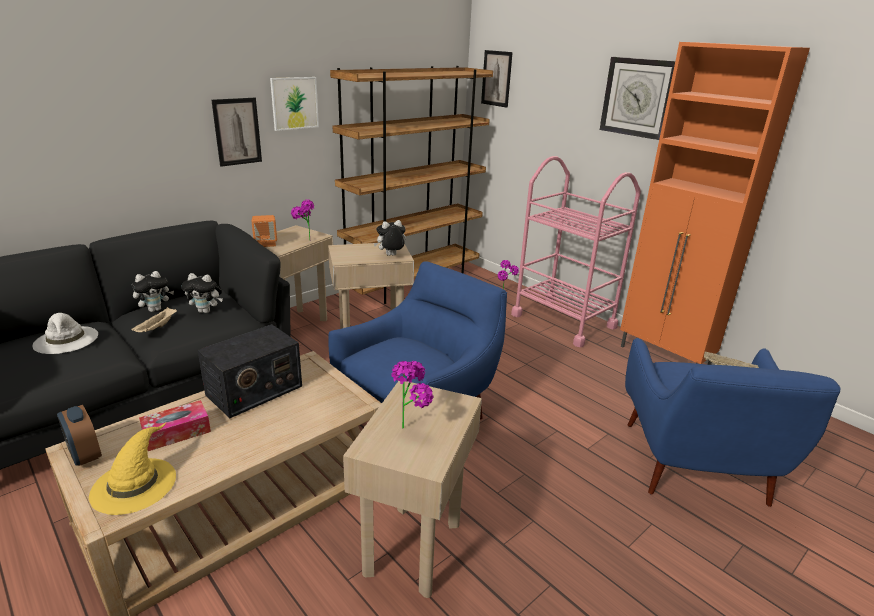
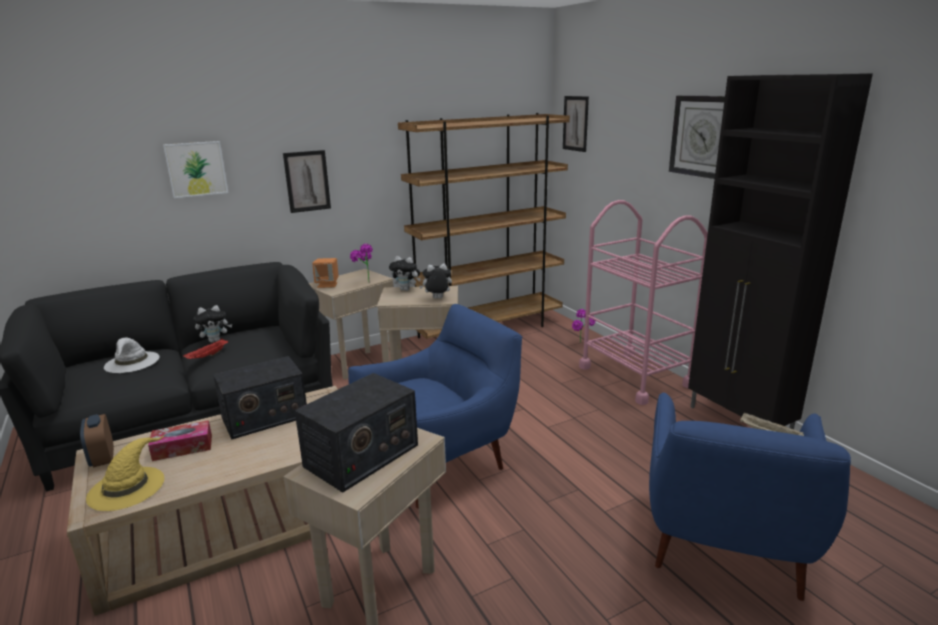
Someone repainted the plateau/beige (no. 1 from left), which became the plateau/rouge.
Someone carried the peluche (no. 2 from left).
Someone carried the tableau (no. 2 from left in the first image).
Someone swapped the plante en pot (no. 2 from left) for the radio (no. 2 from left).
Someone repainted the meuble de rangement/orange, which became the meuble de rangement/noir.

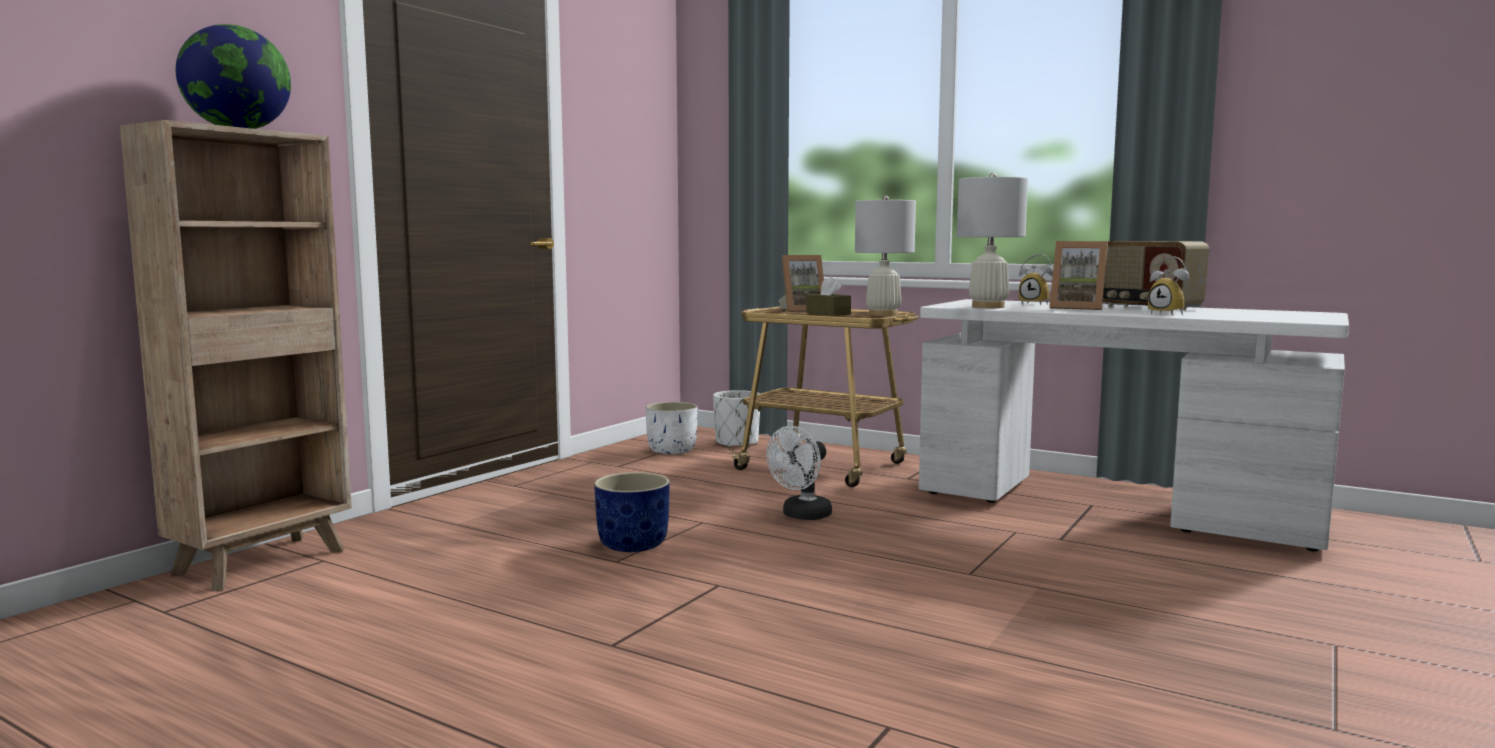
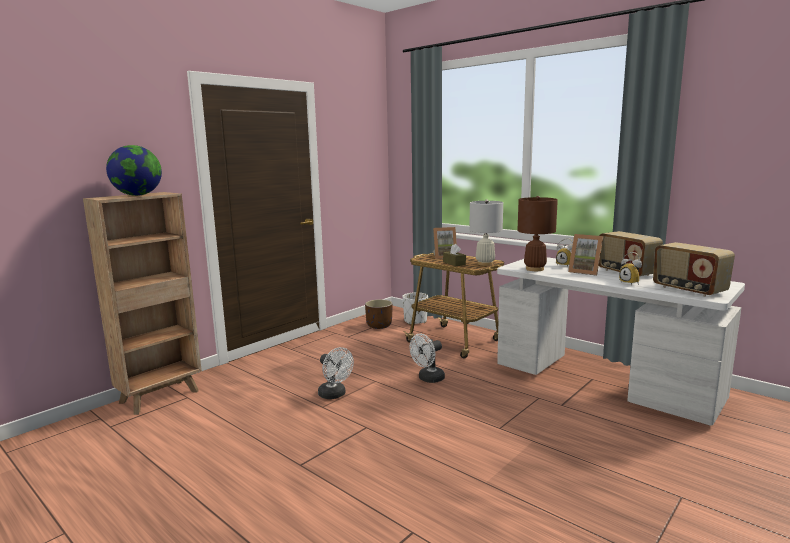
Someone swapped the cache-pot/bleu for the ventilateur/blanc (no. 1 from left).
Someone repainted the cache-pot/blanc (no. 1 from left), which became the cache-pot/marron.
Someone repainted the lampe de table/blanc (no. 2 from left), which became the lampe de table/marron.
Someone put down the radio (no. 2 from left).

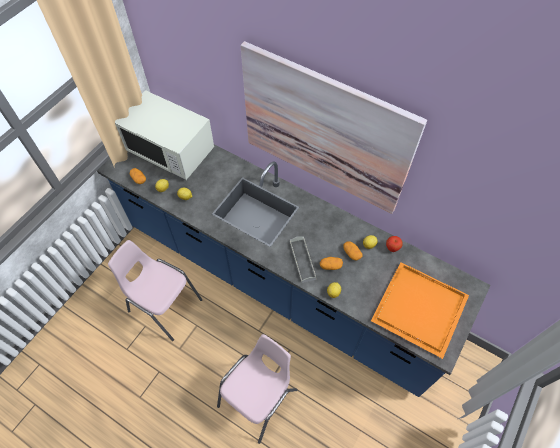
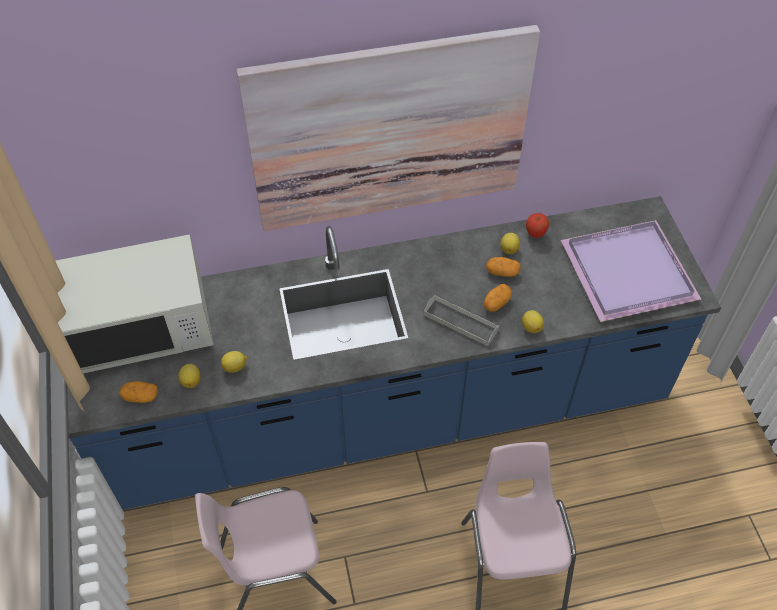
Someone repainted the plateau/orange, which became the plateau/violet.

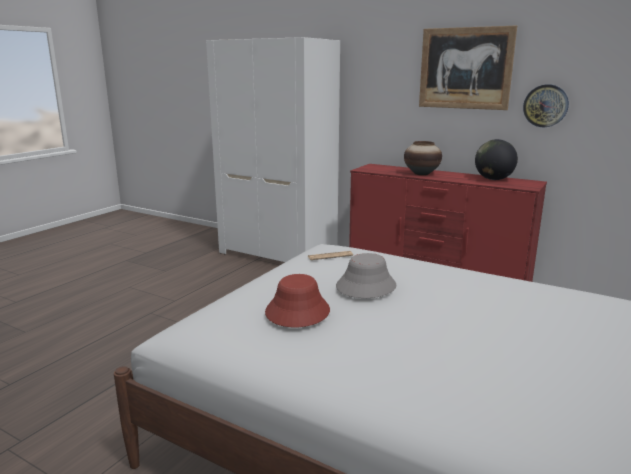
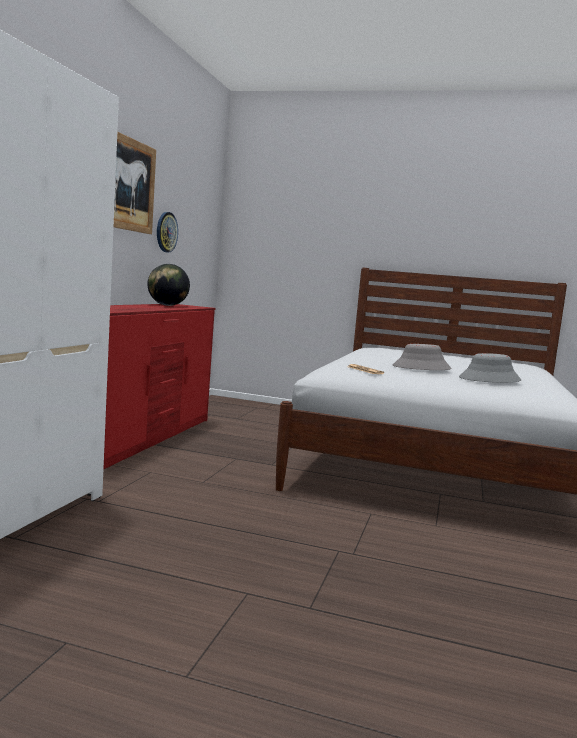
Someone repainted the chapeau/rouge, which became the chapeau/gris (no. 2 from left).
Someone took away the vase.

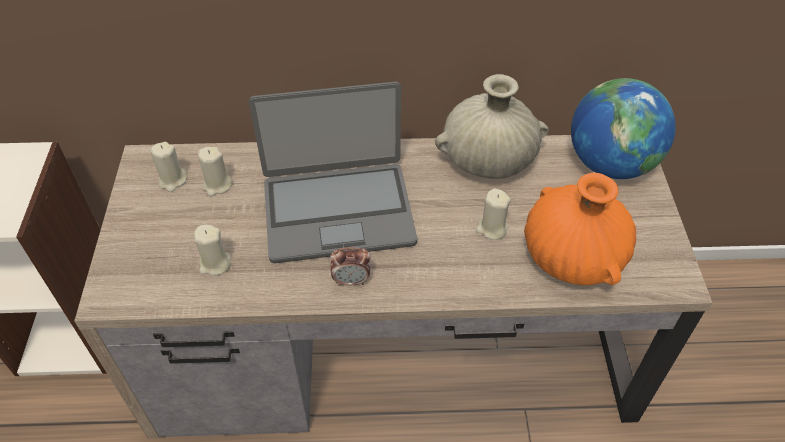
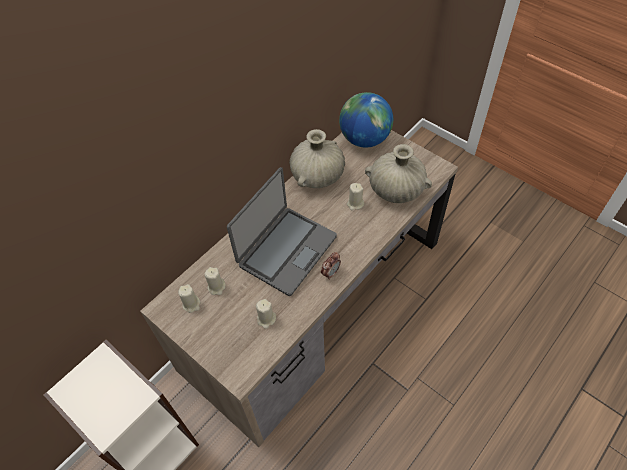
Someone repainted the vase/orange, which became the vase/beige (no. 2 from left).

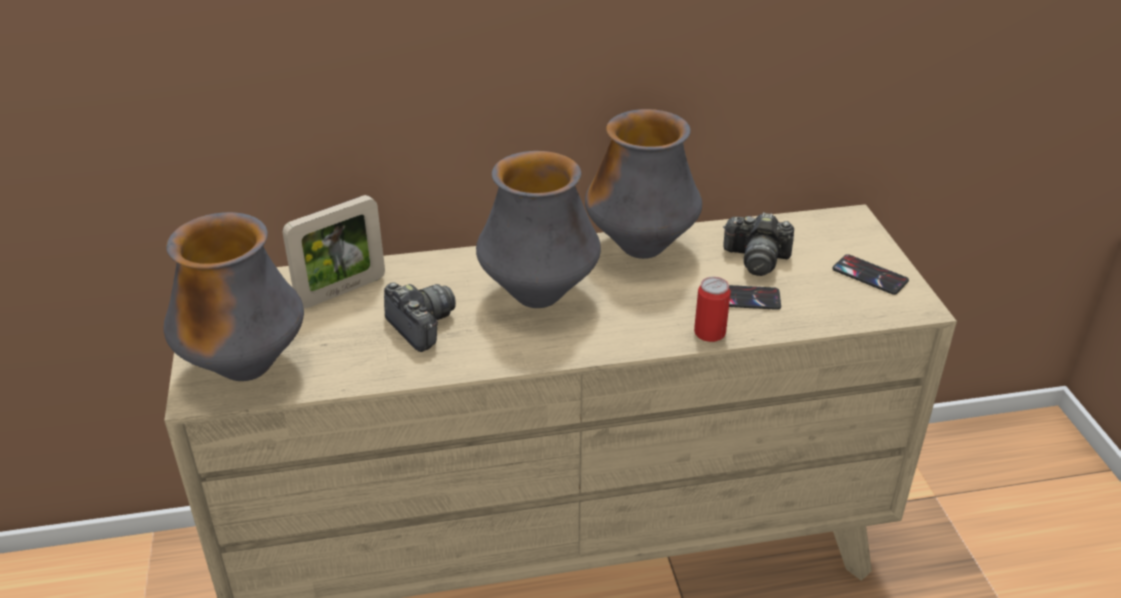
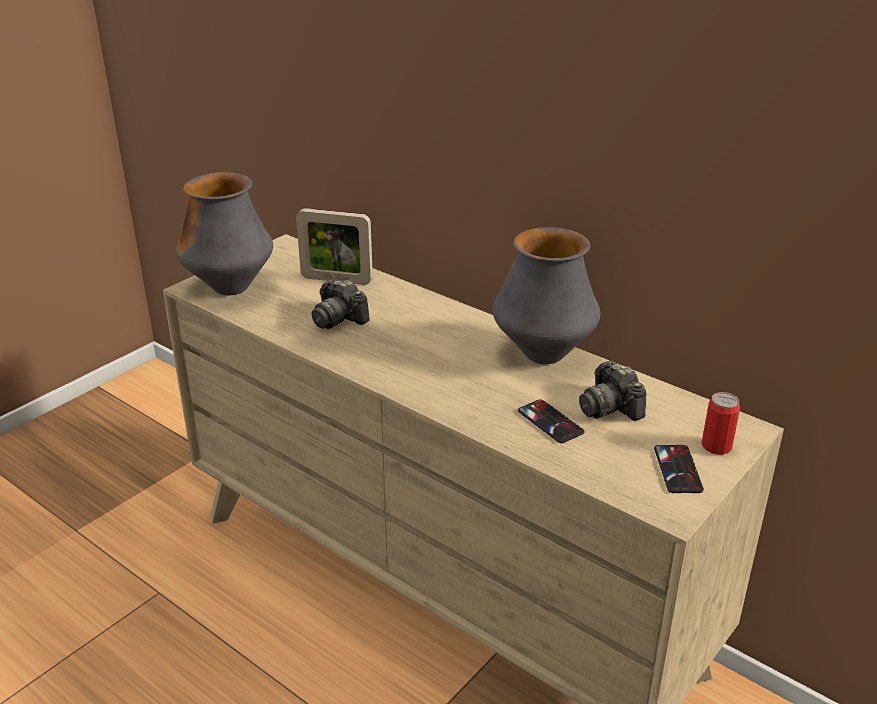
Someone rotated the appareil photo (no. 1 from left) by 120 degrees clockwise.
Someone took away the vase (no. 2 from left).
Someone carried the boîte métallique.

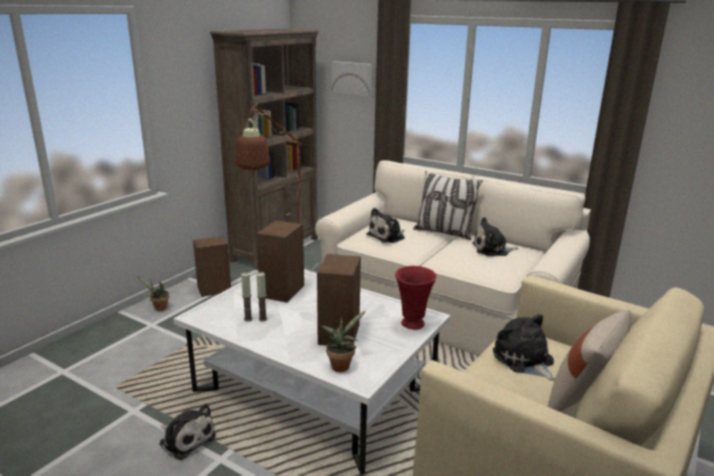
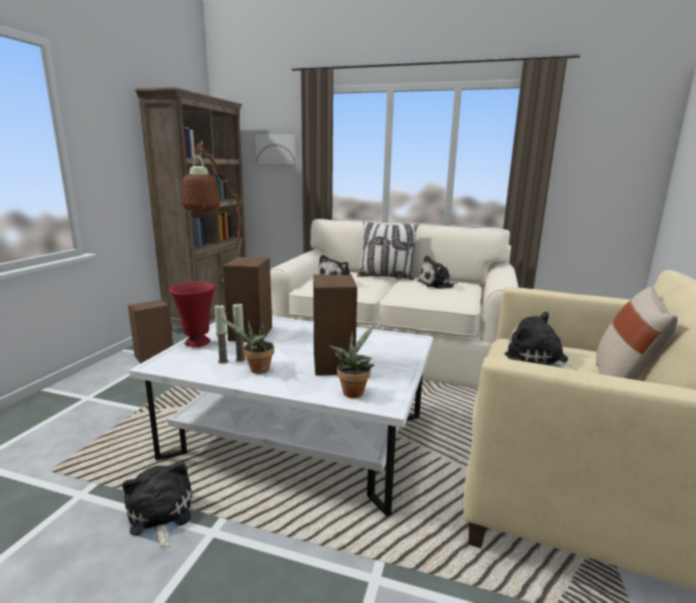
Someone carried the plante en pot (no. 1 from left).
Someone rotated the peluche (no. 1 from left) by 135 degrees counterclockwise.
Someone carried the vase/rouge.

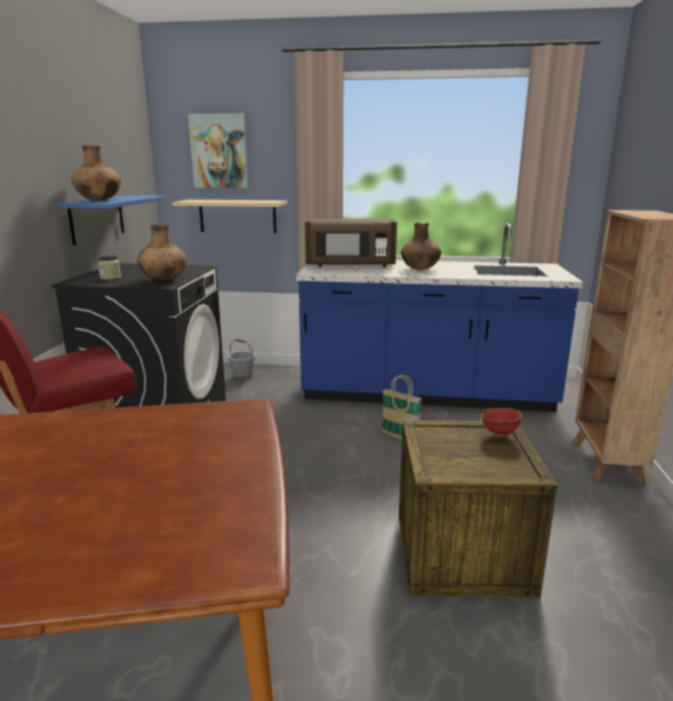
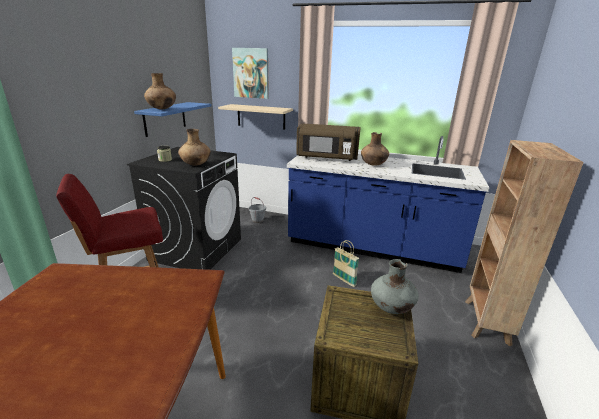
Someone swapped the bol/rouge for the vase/gris.

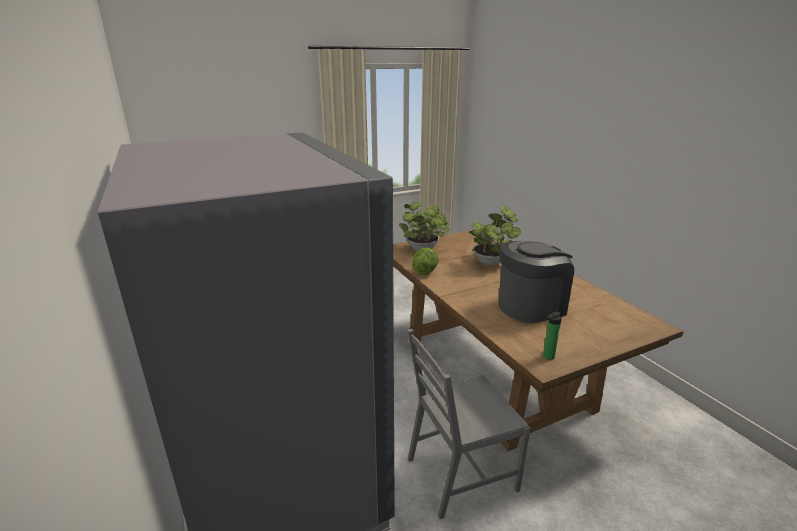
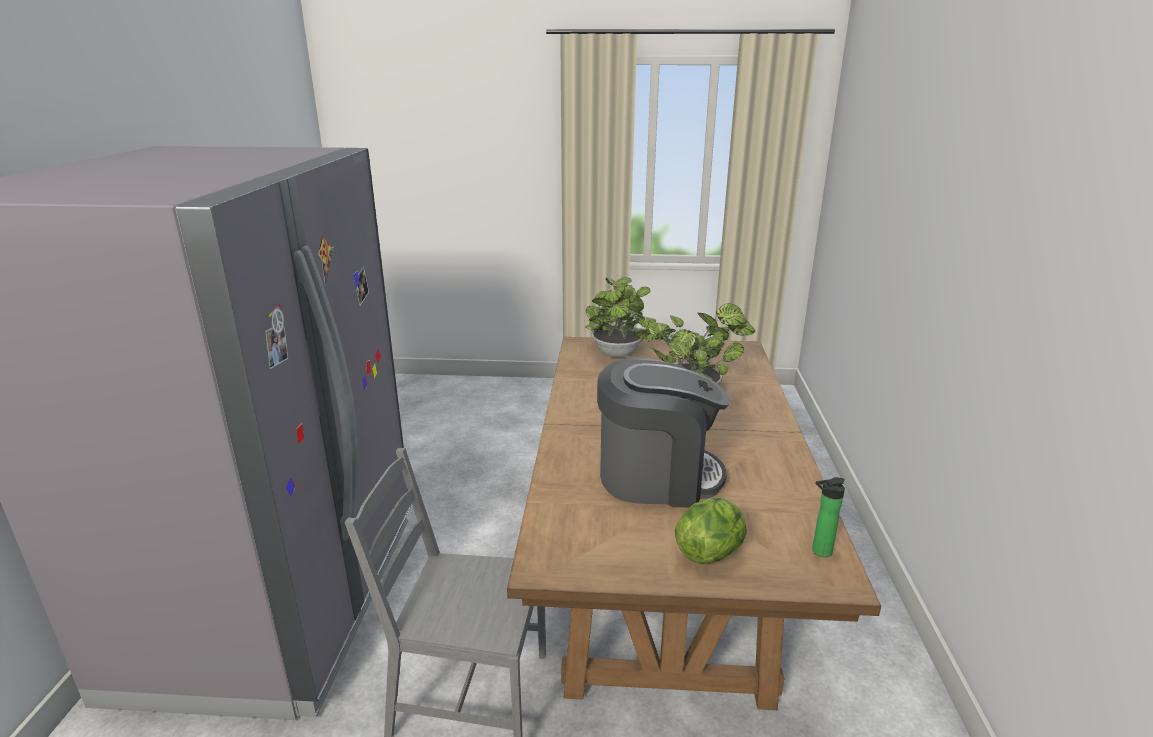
Someone carried the laitue.
Someone carried the bouteille.

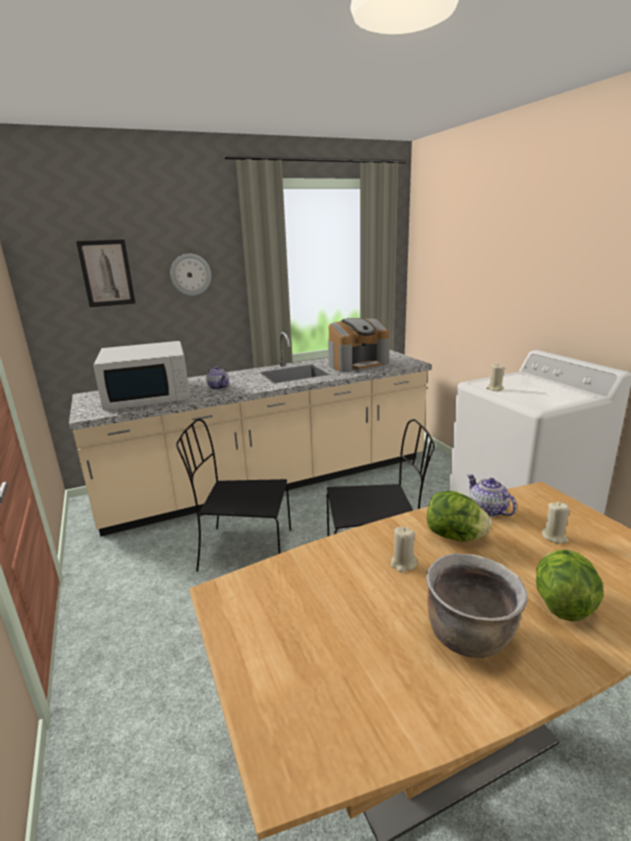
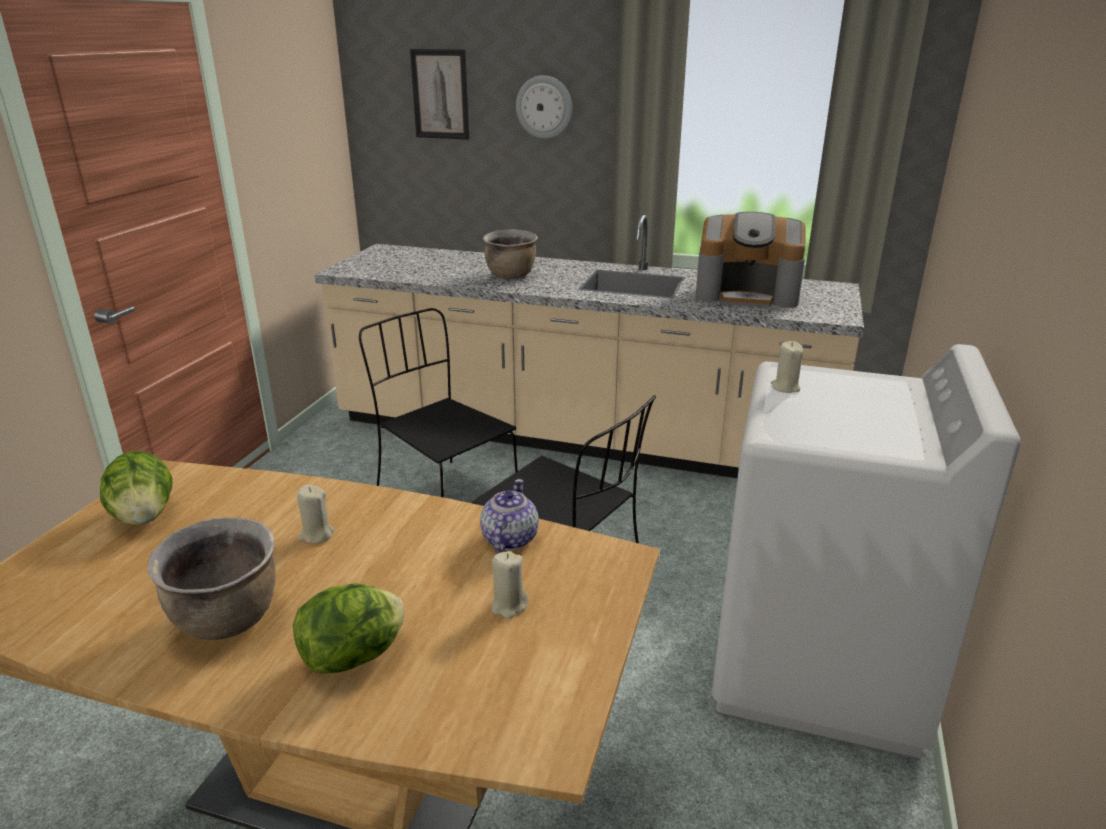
Someone took away the micro-ondes/blanc.
Someone swapped the théière (no. 1 from left) for the marmite/marron (no. 2 from left).
Someone carried the laitue (no. 1 from left).

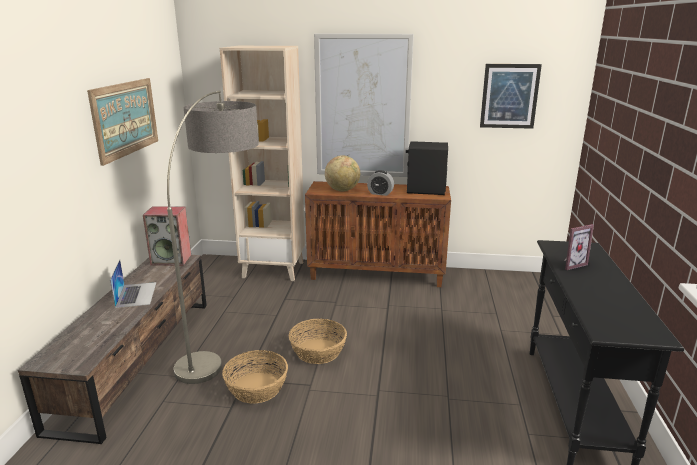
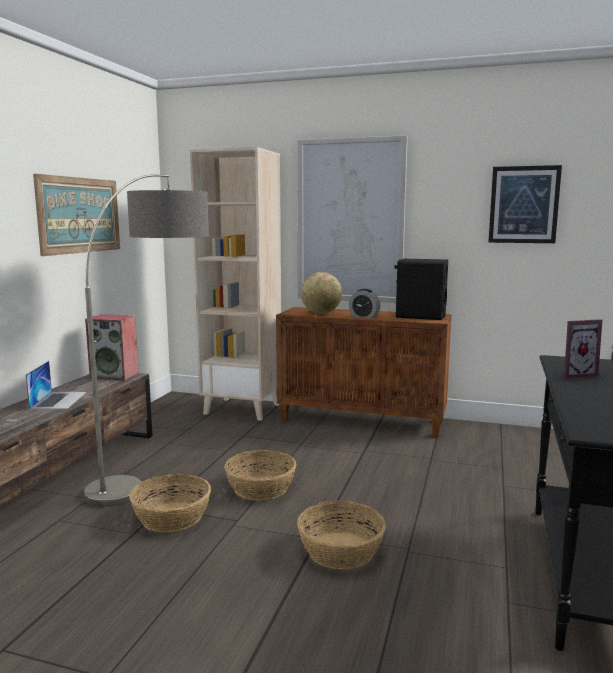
Someone put down the panier (no. 3 from left).

